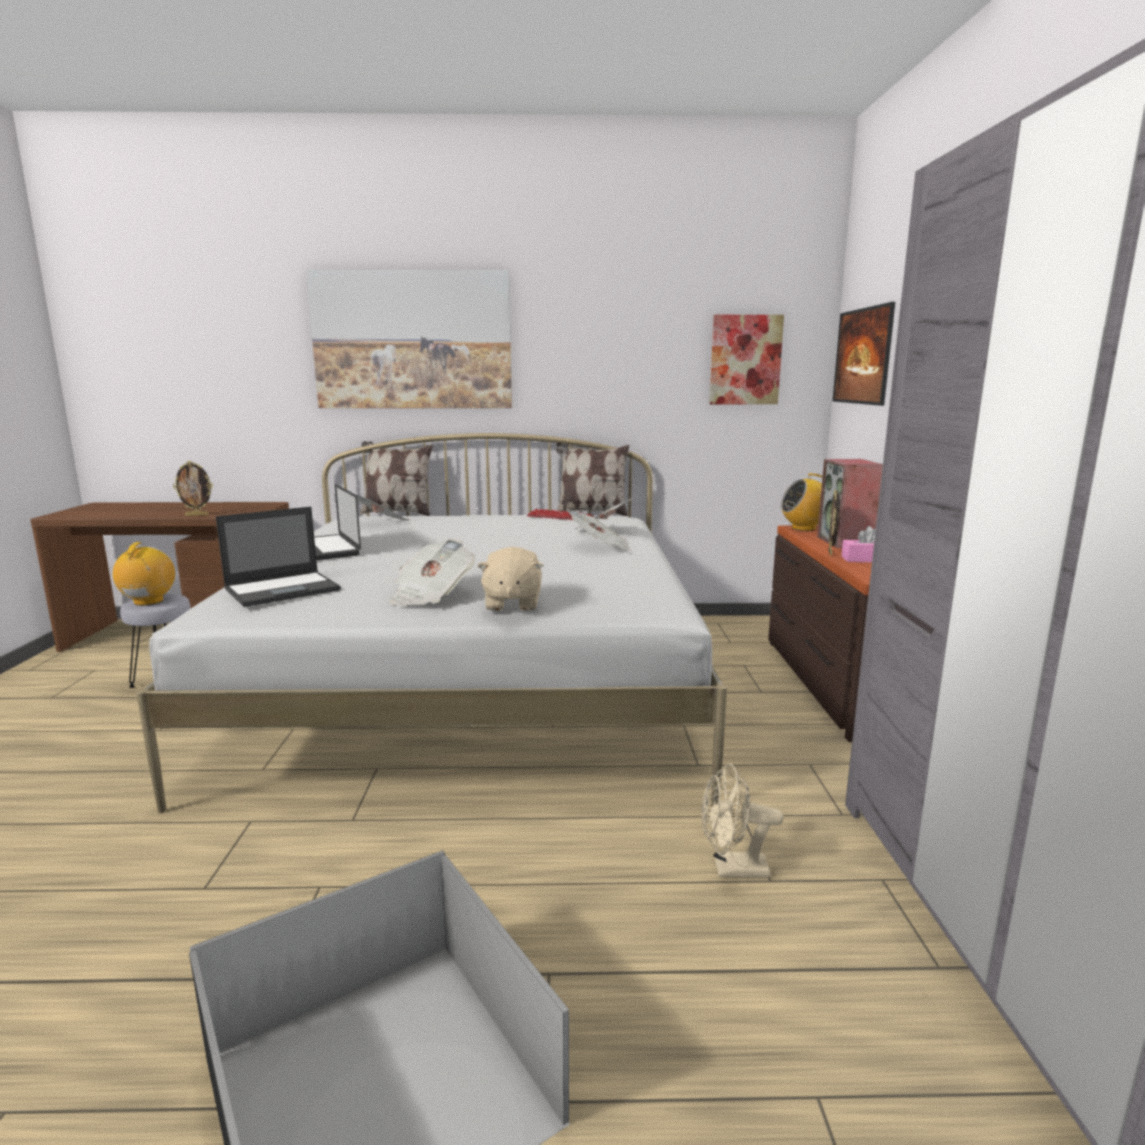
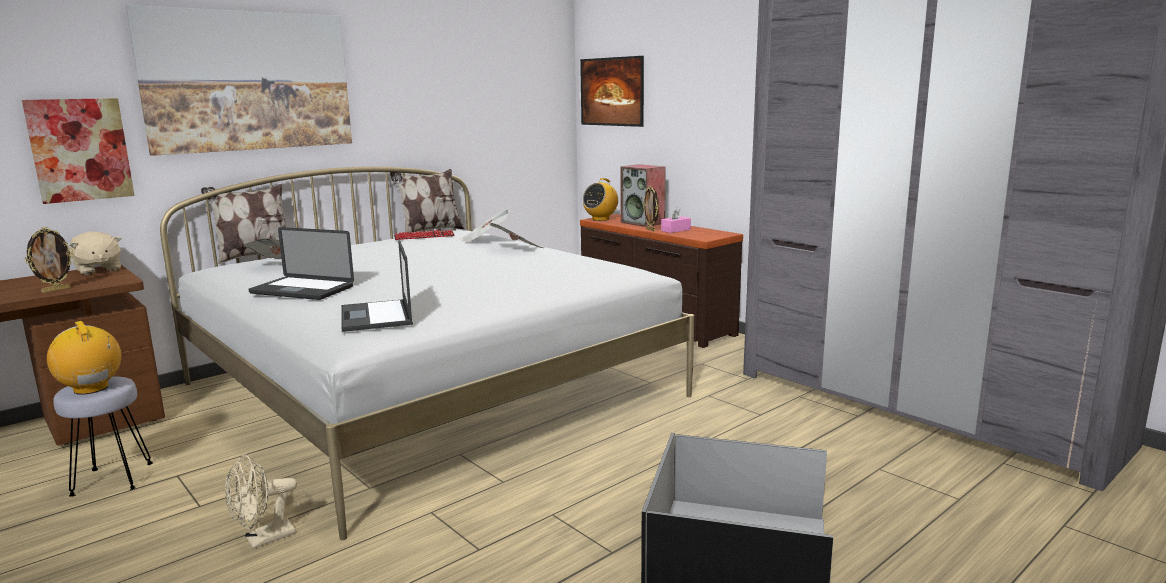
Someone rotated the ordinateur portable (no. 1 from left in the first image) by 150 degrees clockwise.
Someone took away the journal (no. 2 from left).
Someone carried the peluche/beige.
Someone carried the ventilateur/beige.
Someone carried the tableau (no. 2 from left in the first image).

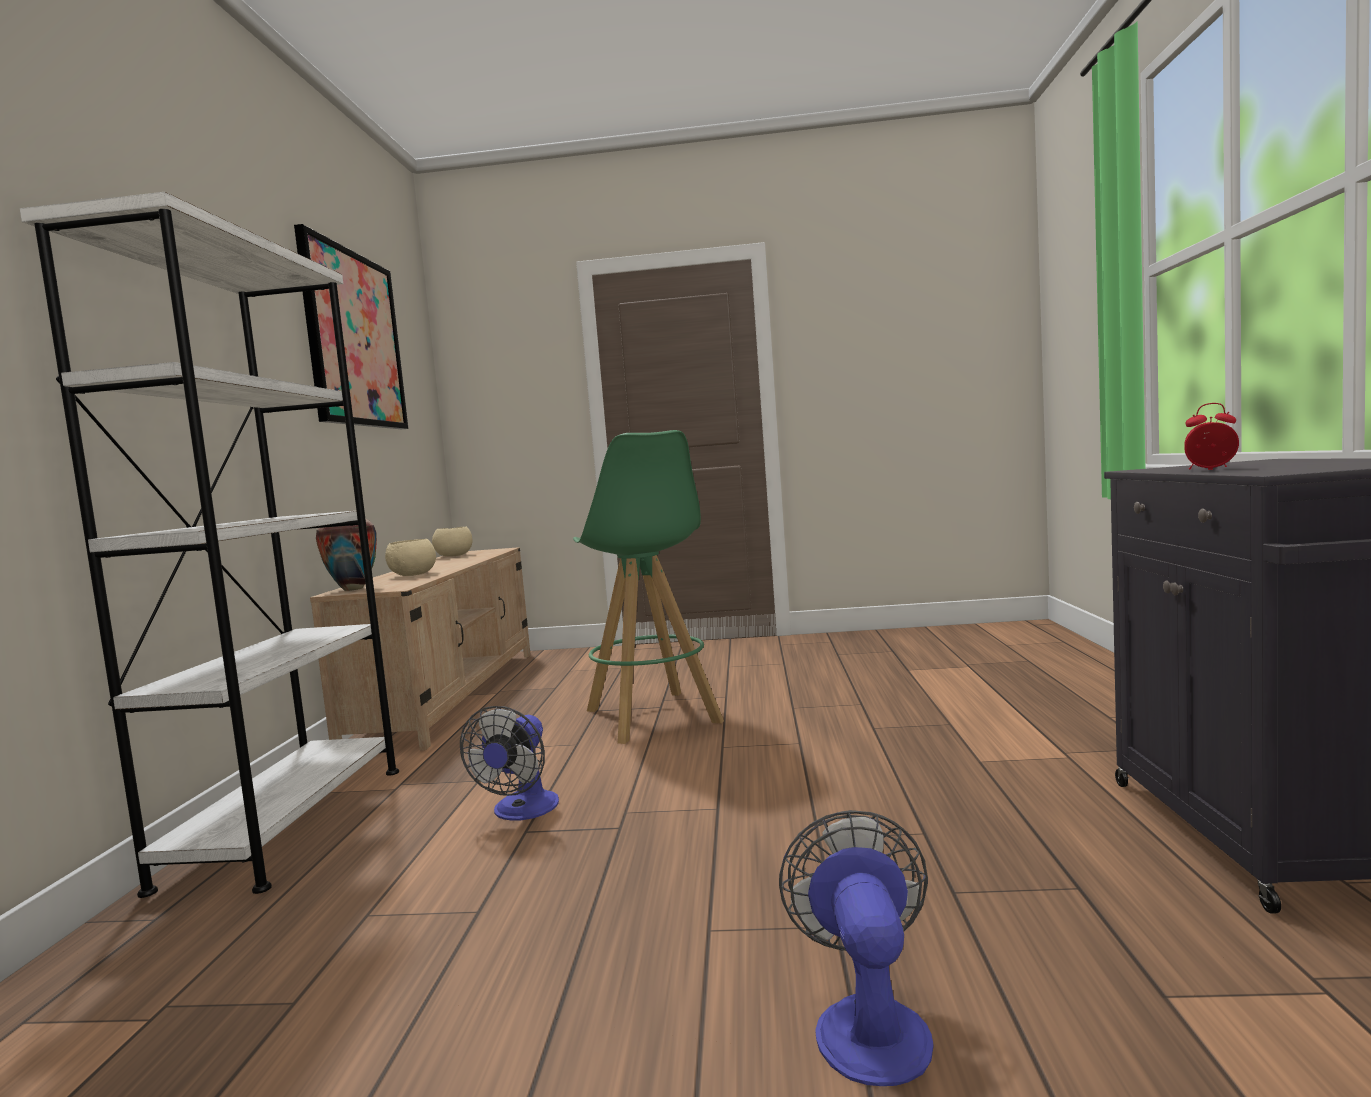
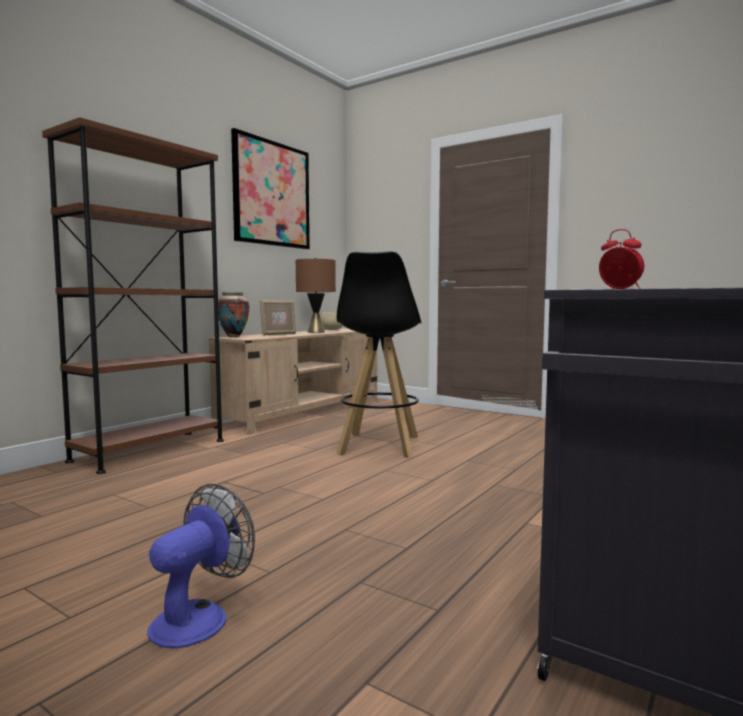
Someone repainted the bibliothèque/blanc, which became the bibliothèque/marron.
Someone swapped the bol/beige (no. 1 from left) for the cadre photo.
Someone took away the ventilateur (no. 1 from left).
Someone repainted the tabouret/vert, which became the tabouret/noir.
Someone put down the lampe de table/marron.

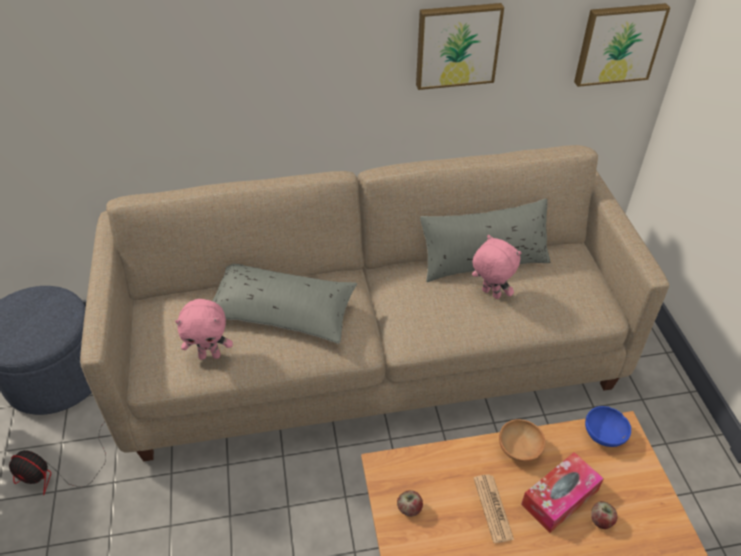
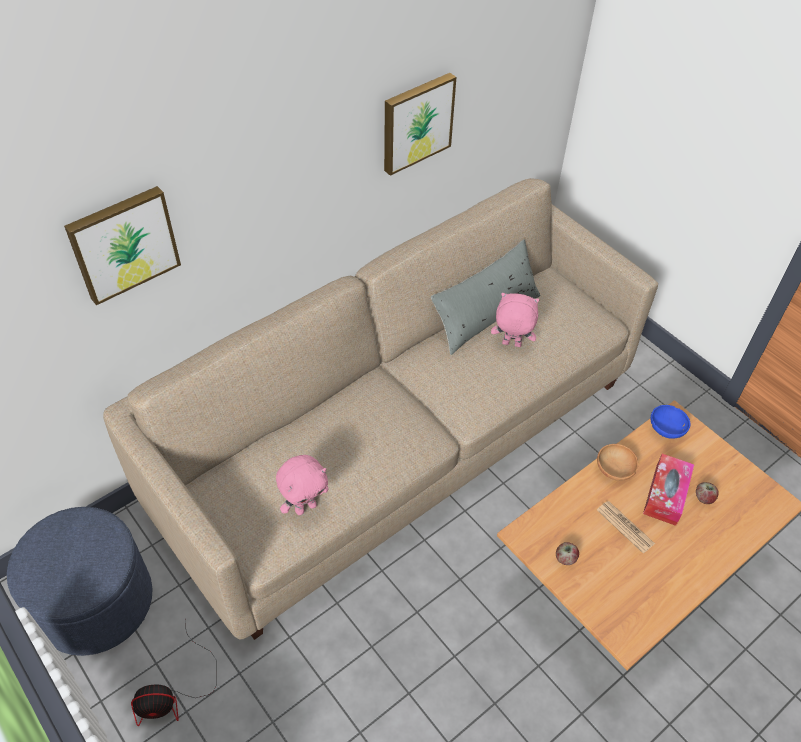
Someone took away the coussin/gris (no. 1 from left).
Someone carried the tableau (no. 2 from left in the first image).

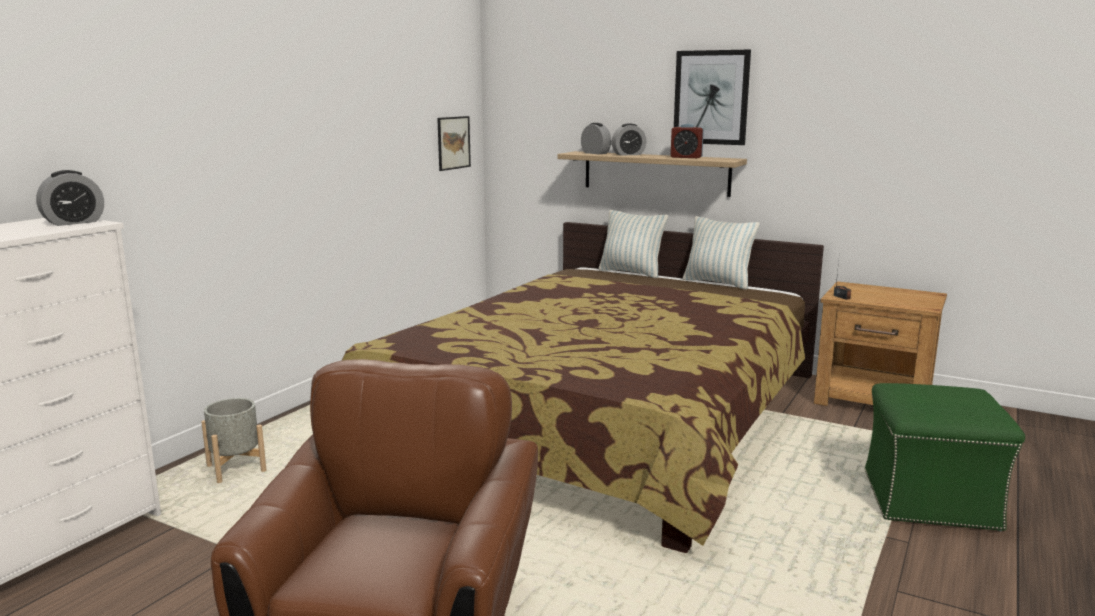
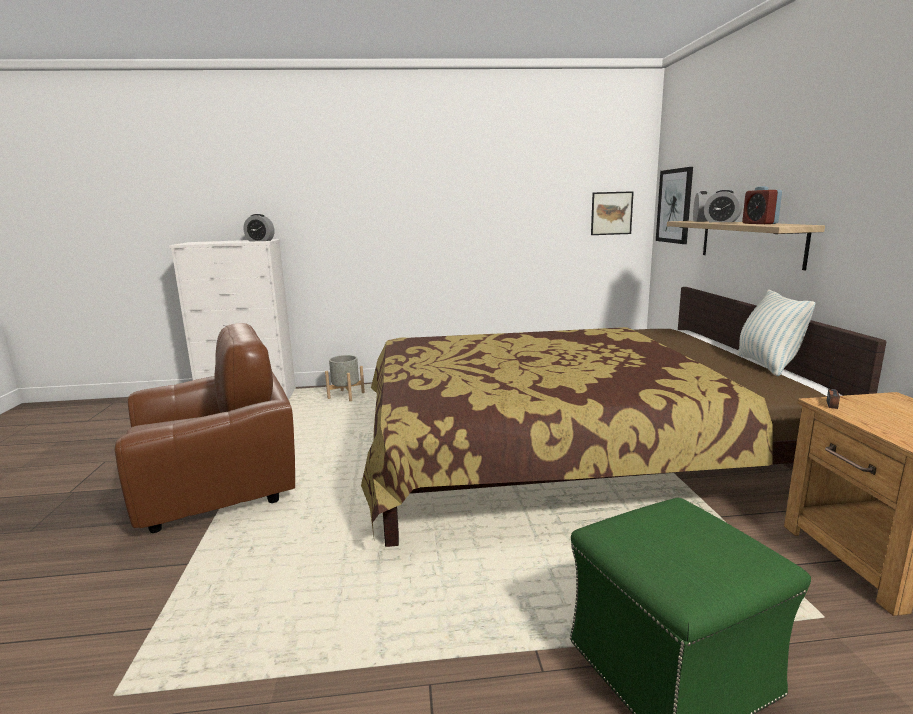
Someone took away the coussin (no. 1 from left).
Someone carried the tableau (no. 2 from left).

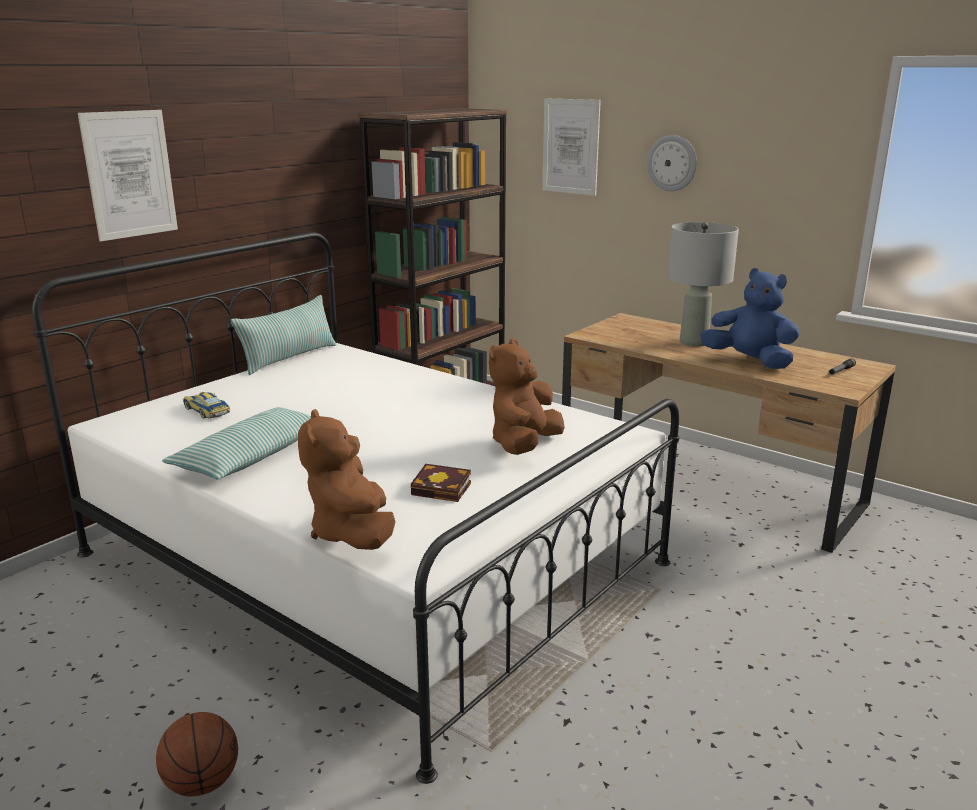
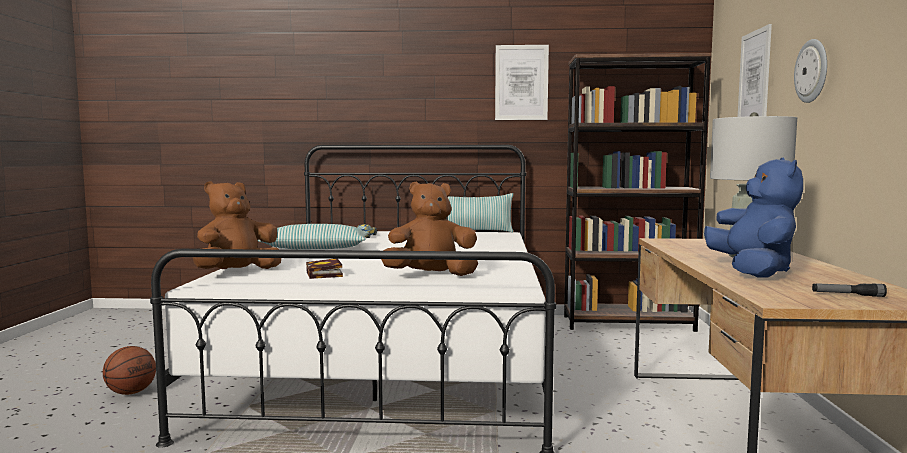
Someone carried the tableau (no. 1 from left).

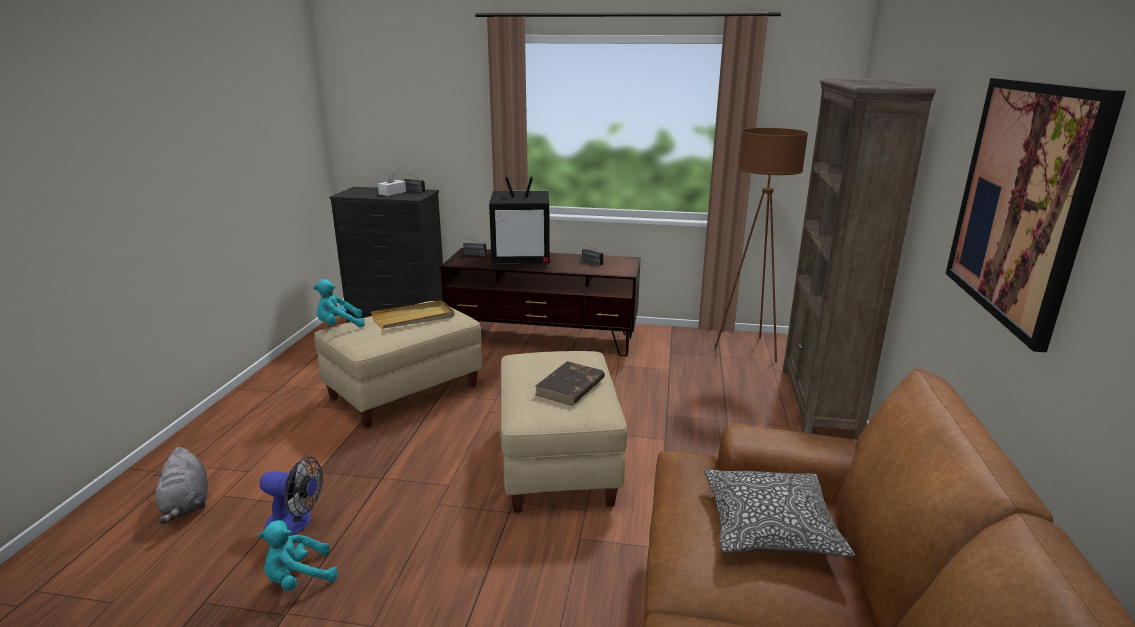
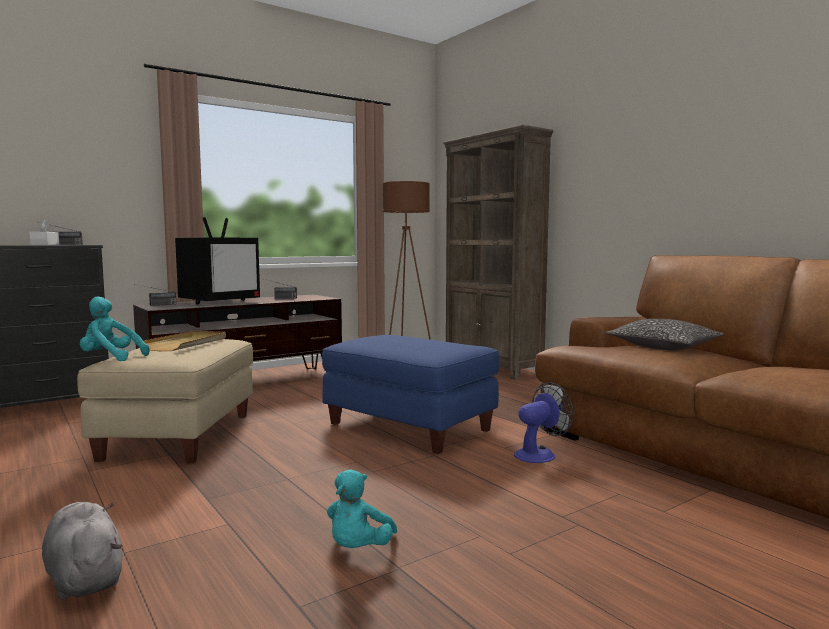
Someone rotated the peluche/gris by 150 degrees counterclockwise.
Someone carried the ventilateur.
Someone rotated the peluche/turquoise (no. 2 from left in the first image) by 75 degrees clockwise.
Someone repainted the pouf/beige (no. 2 from left), which became the pouf/bleu.
Someone took away the livre/marron.
Someone took away the tableau.

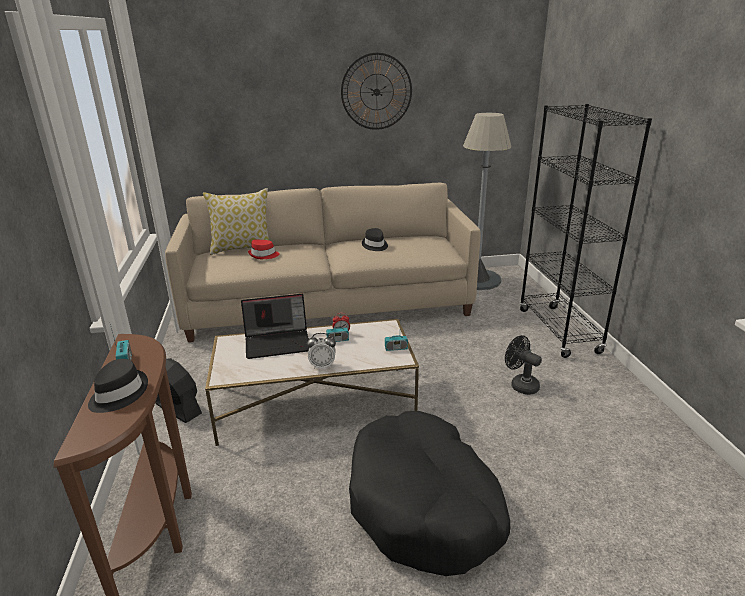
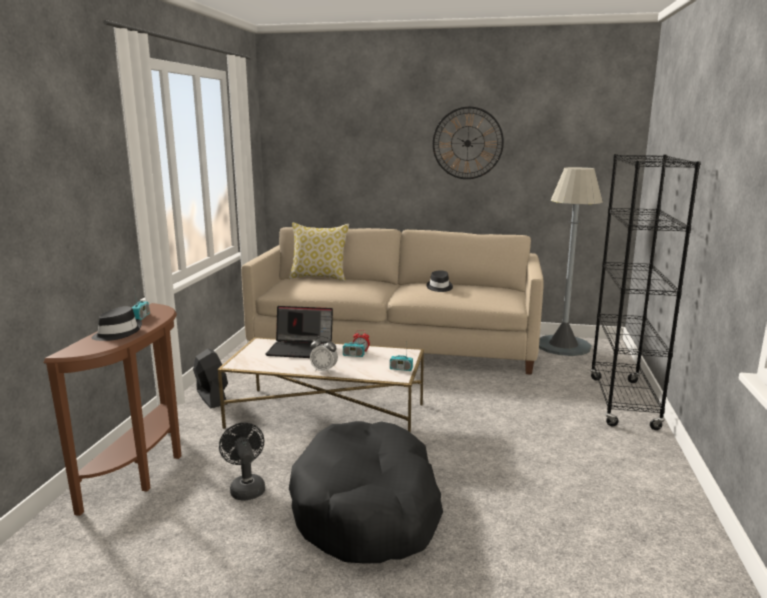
Someone took away the chapeau/rouge.
Someone carried the ventilateur/noir (no. 2 from left).

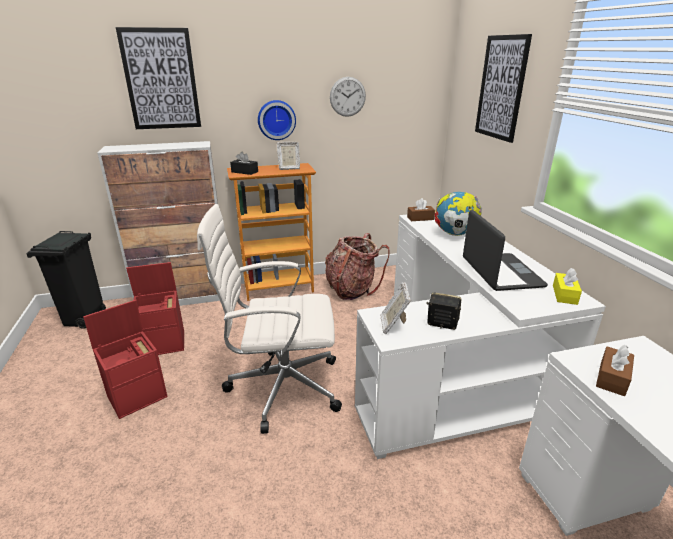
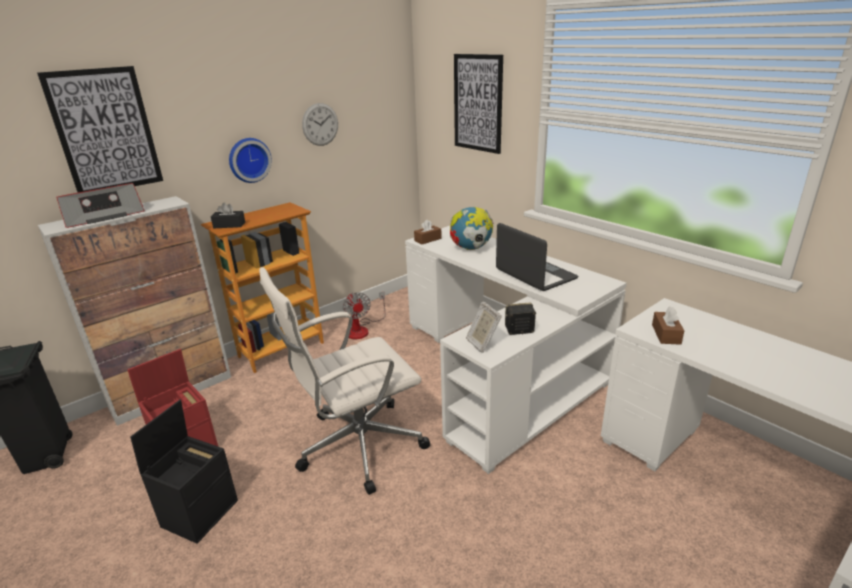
Someone repainted the boîte de rangement/rouge (no. 1 from left), which became the boîte de rangement/noir.
Someone took away the cadre photo (no. 1 from left).
Someone swapped the sac à dos for the ventilateur.
Someone took away the boîte à mouchoirs/jaune.
Someone put down the radio.

